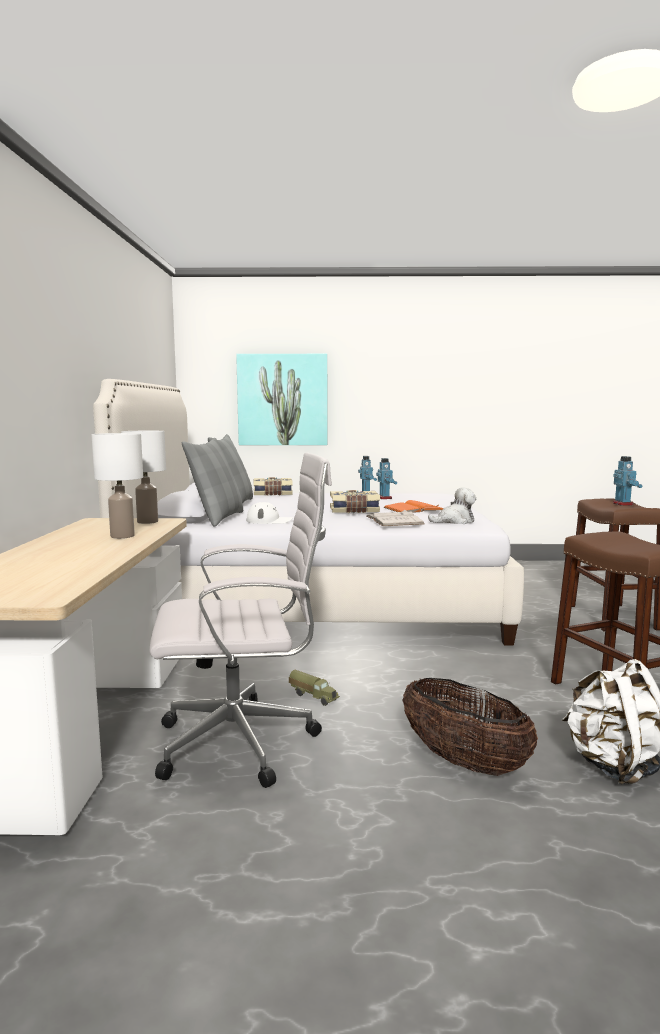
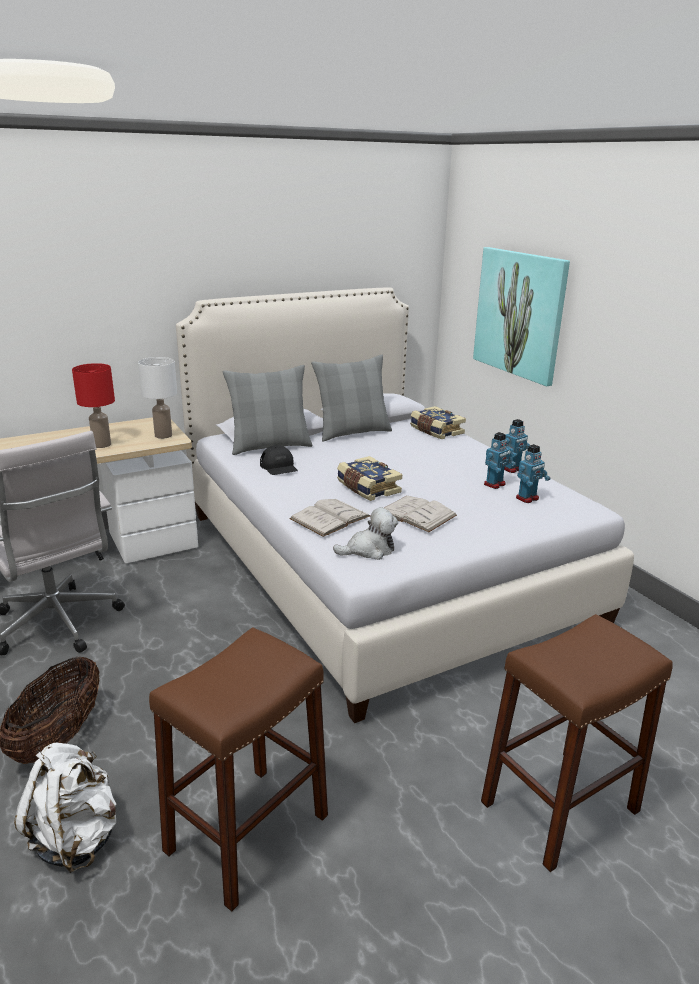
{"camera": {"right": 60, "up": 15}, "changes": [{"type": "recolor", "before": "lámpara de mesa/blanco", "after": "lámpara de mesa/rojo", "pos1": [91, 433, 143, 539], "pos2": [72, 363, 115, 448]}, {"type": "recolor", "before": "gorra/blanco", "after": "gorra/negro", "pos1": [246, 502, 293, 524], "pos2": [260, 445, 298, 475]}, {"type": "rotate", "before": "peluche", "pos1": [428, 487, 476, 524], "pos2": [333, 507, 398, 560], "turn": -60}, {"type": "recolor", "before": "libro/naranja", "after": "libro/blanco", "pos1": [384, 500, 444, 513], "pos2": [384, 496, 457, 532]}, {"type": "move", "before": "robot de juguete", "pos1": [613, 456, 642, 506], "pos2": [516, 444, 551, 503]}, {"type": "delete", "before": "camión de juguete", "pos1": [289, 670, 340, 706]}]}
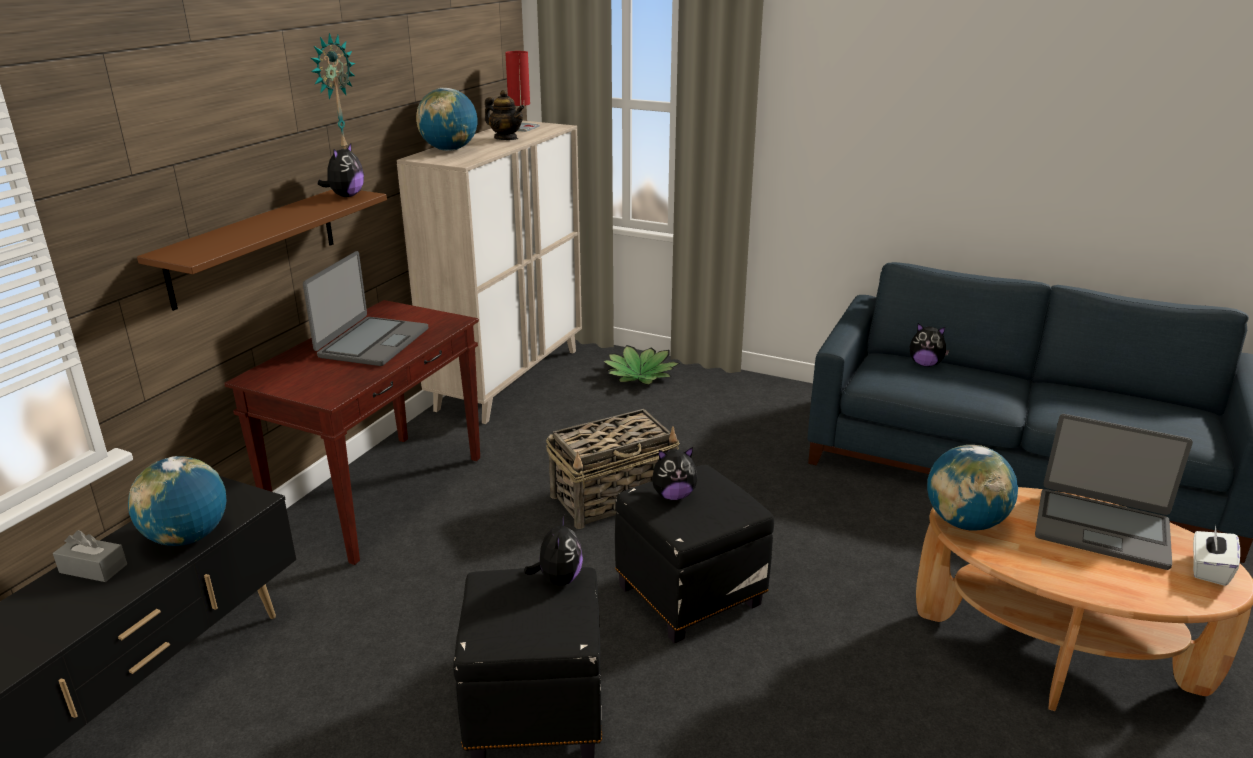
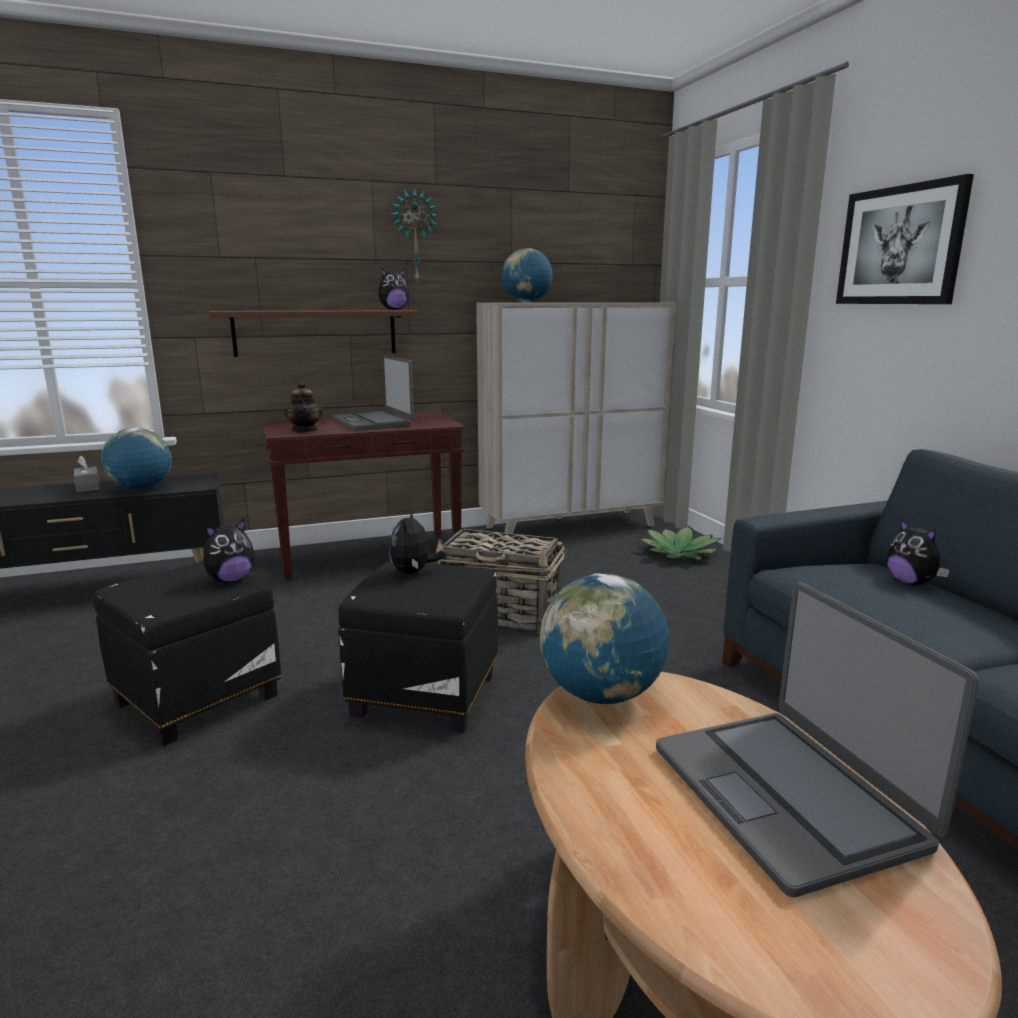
{"camera": {"right": 45, "up": -10}, "changes": [{"type": "move", "before": "tetera", "pos1": [485, 90, 525, 140], "pos2": [284, 381, 323, 432]}, {"type": "rotate", "before": "portátil", "pos1": [303, 251, 428, 366], "pos2": [332, 355, 414, 431], "turn": 90}, {"type": "rotate", "before": "peluche", "pos1": [652, 447, 697, 500], "pos2": [389, 509, 444, 574], "turn": 60}, {"type": "insert", "after": "cuadro", "pos2": [836, 174, 974, 304]}, {"type": "delete", "before": "lámpara de mesa/rojo", "pos1": [505, 51, 540, 132]}, {"type": "delete", "before": "caja de pañuelos/blanco", "pos1": [1193, 525, 1240, 586]}]}
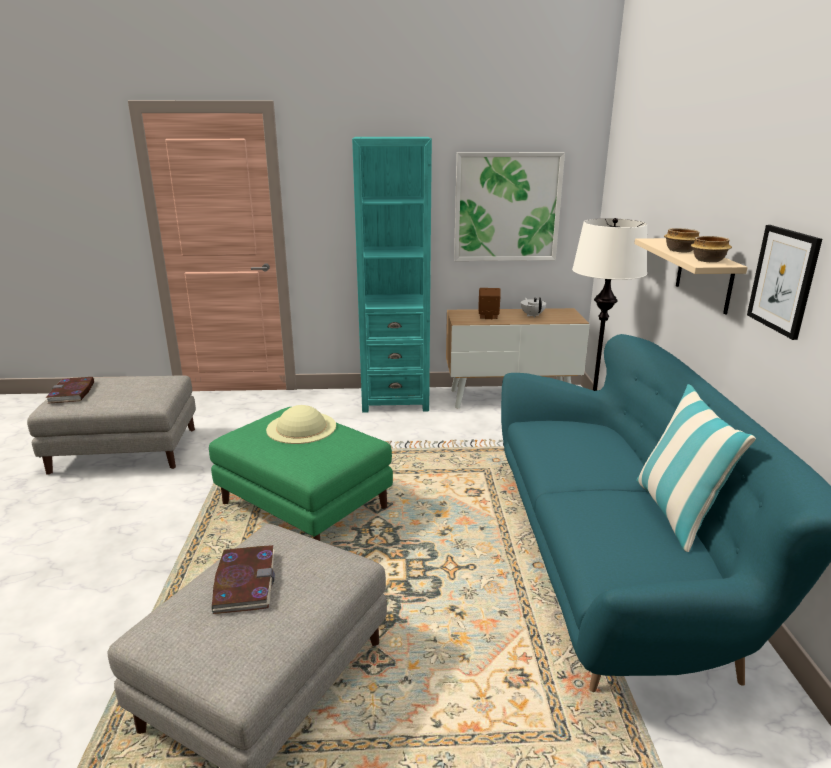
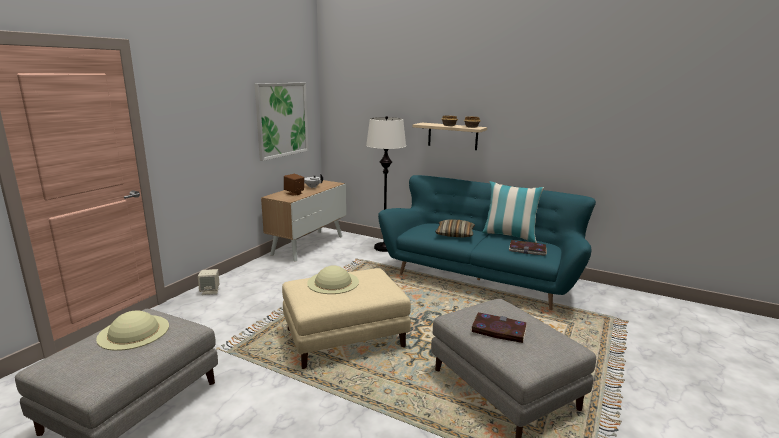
{"camera": {"right": -60, "up": -5}, "changes": [{"type": "insert", "after": "sombrero/beis", "pos2": [96, 311, 169, 351]}, {"type": "insert", "after": "altavoz/beis", "pos2": [198, 269, 219, 295]}, {"type": "recolor", "before": "puf/verde", "after": "puf/beis", "pos1": [209, 407, 393, 541], "pos2": [282, 268, 411, 369]}, {"type": "insert", "after": "cojín", "pos2": [435, 219, 475, 237]}, {"type": "move", "before": "libro", "pos1": [46, 377, 94, 404], "pos2": [509, 240, 547, 256]}, {"type": "delete", "before": "estantería/turquesa", "pos1": [352, 137, 432, 413]}, {"type": "delete", "before": "cuadro", "pos1": [747, 225, 822, 340]}]}
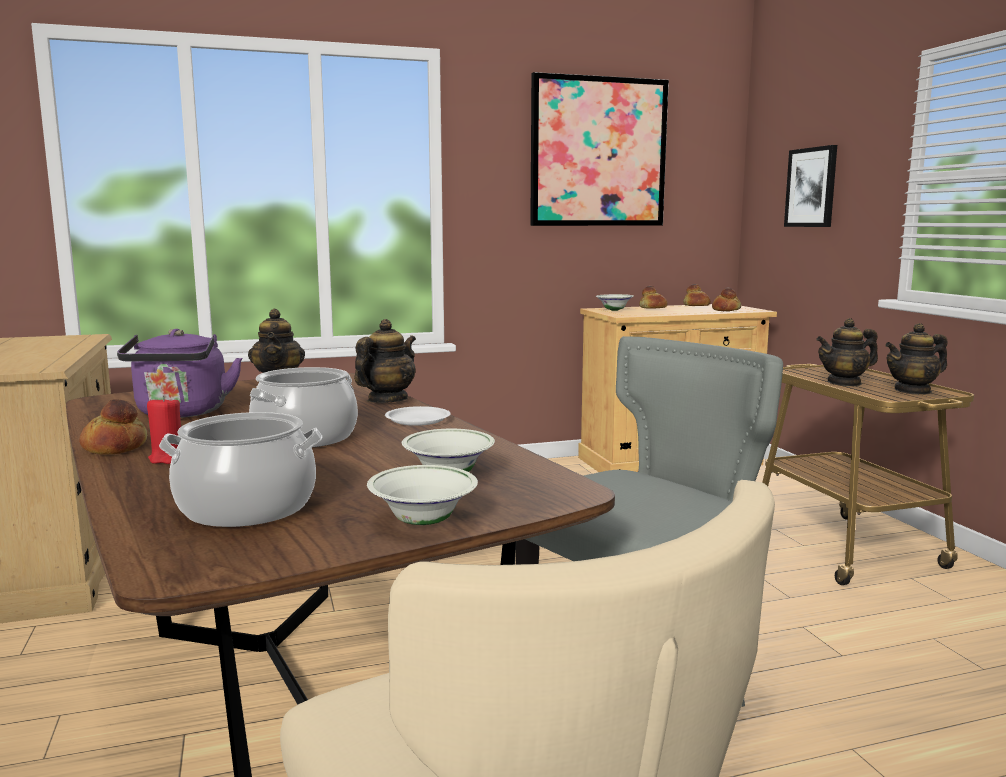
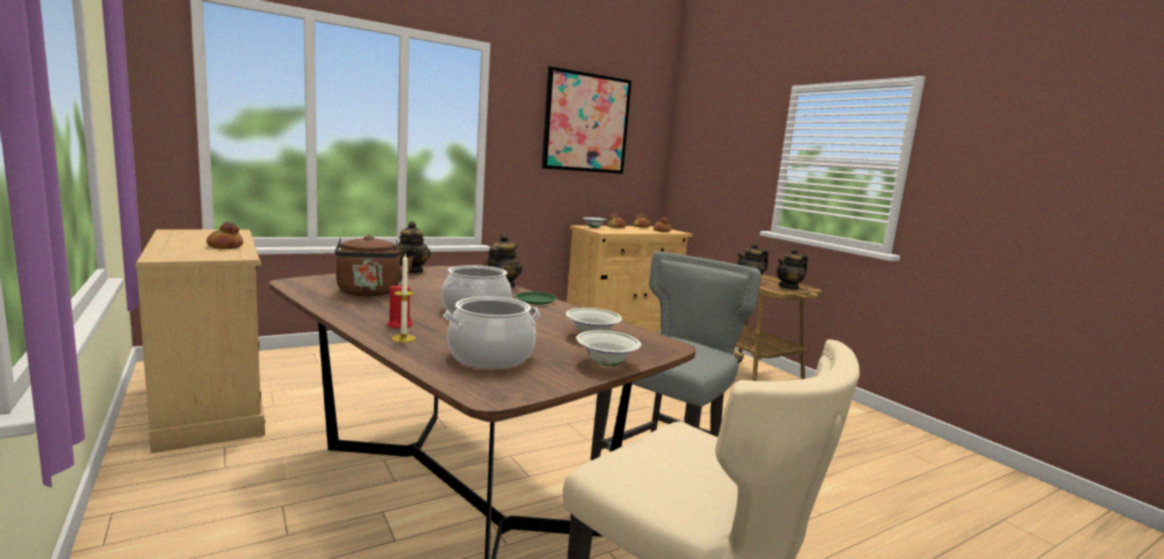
{"camera": {"right": -15, "up": 0}, "changes": [{"type": "move", "before": "pan", "pos1": [79, 399, 147, 455], "pos2": [206, 222, 243, 249]}, {"type": "recolor", "before": "hervidor/morado", "after": "hervidor/marrón", "pos1": [117, 329, 242, 418], "pos2": [335, 235, 414, 297]}, {"type": "insert", "after": "vela", "pos2": [392, 253, 416, 342]}, {"type": "recolor", "before": "plato/blanco", "after": "plato/verde", "pos1": [385, 406, 451, 426], "pos2": [515, 292, 557, 305]}, {"type": "delete", "before": "cuadro", "pos1": [784, 145, 837, 227]}]}
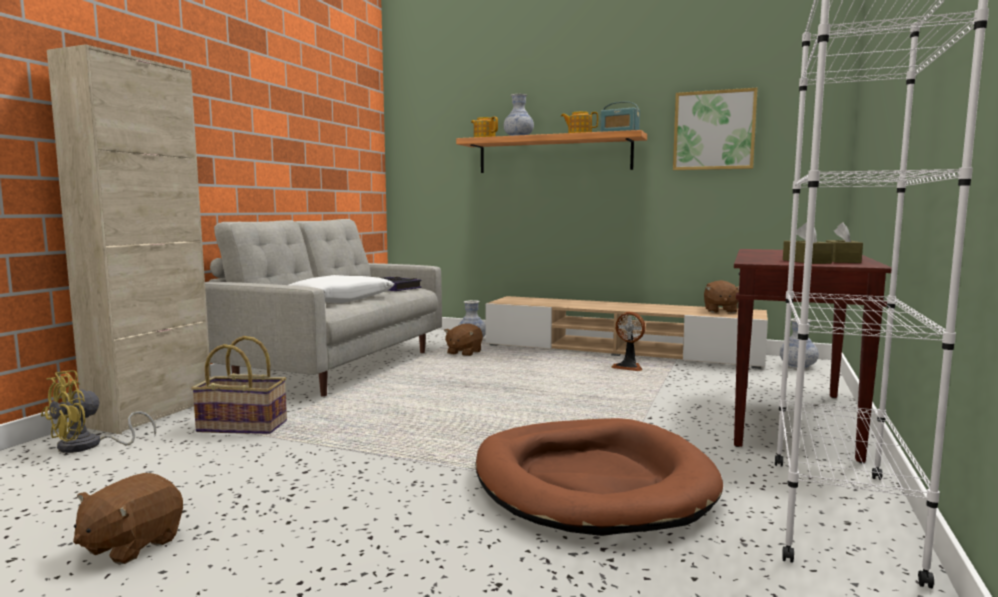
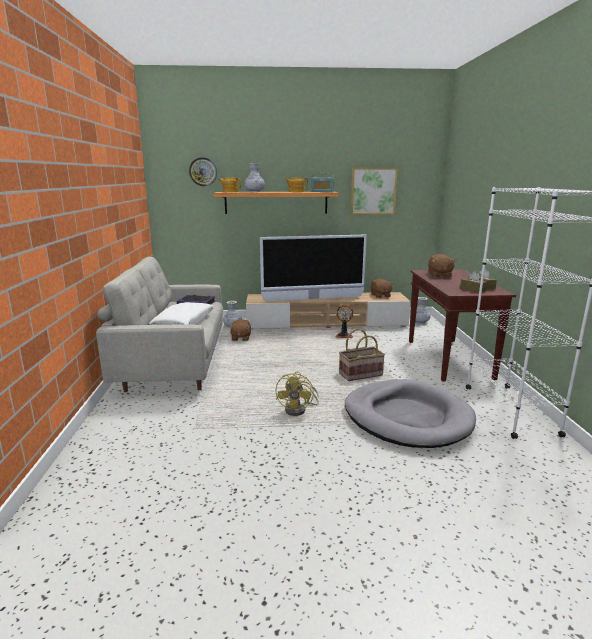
{"camera": {"right": -25, "up": 10}, "changes": [{"type": "insert", "after": "reloj de pared", "pos2": [189, 157, 217, 186]}, {"type": "insert", "after": "televisor", "pos2": [260, 235, 367, 302]}, {"type": "move", "before": "ventilador/amarillo", "pos1": [41, 370, 156, 453], "pos2": [276, 371, 319, 416]}, {"type": "move", "before": "cesta", "pos1": [191, 336, 287, 434], "pos2": [339, 329, 385, 381]}, {"type": "recolor", "before": "cama para perro/marrón", "after": "cama para perro/gris", "pos1": [475, 418, 723, 536], "pos2": [345, 379, 476, 448]}, {"type": "move", "before": "peluche/marrón", "pos1": [73, 473, 183, 565], "pos2": [428, 254, 456, 278]}, {"type": "delete", "before": "armario/beis", "pos1": [47, 44, 211, 434]}]}
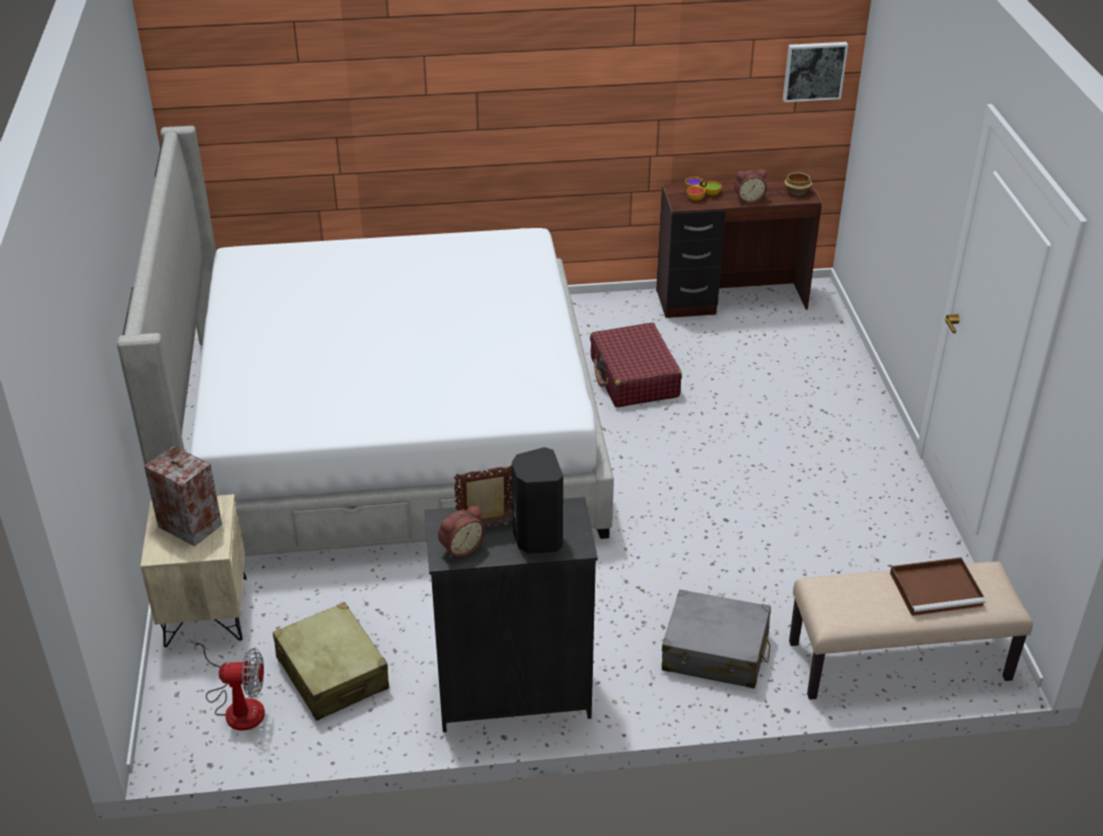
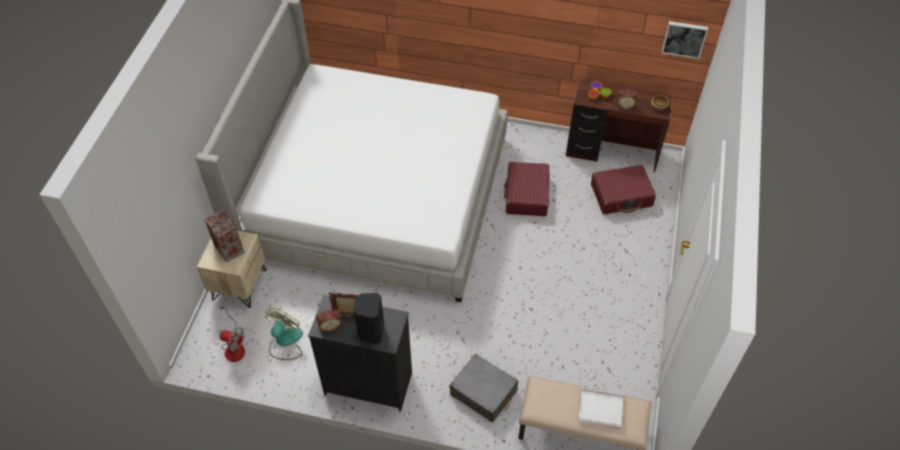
{"camera": {"right": 20, "up": 15}, "changes": [{"type": "replace", "before": "maleta/beis", "after": "ventilador", "pos1": [273, 602, 389, 721], "pos2": [265, 308, 303, 360]}, {"type": "recolor", "before": "bandeja/marrón", "after": "bandeja/blanco", "pos1": [890, 557, 986, 616], "pos2": [578, 388, 624, 429]}, {"type": "insert", "after": "maleta/rojo", "pos2": [591, 165, 656, 214]}]}
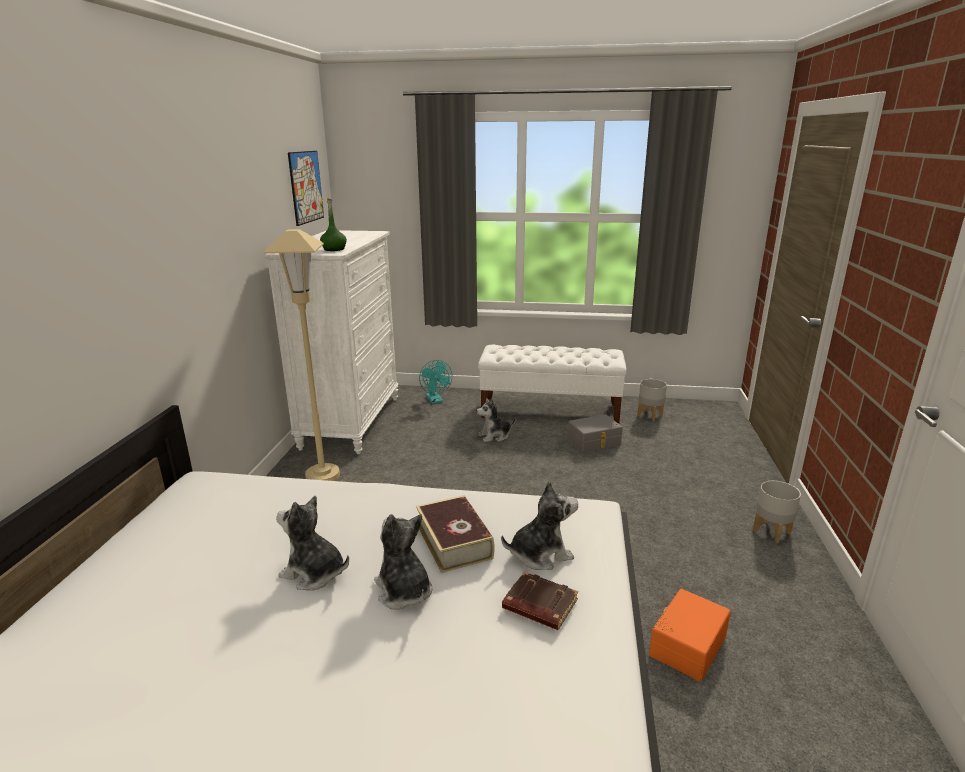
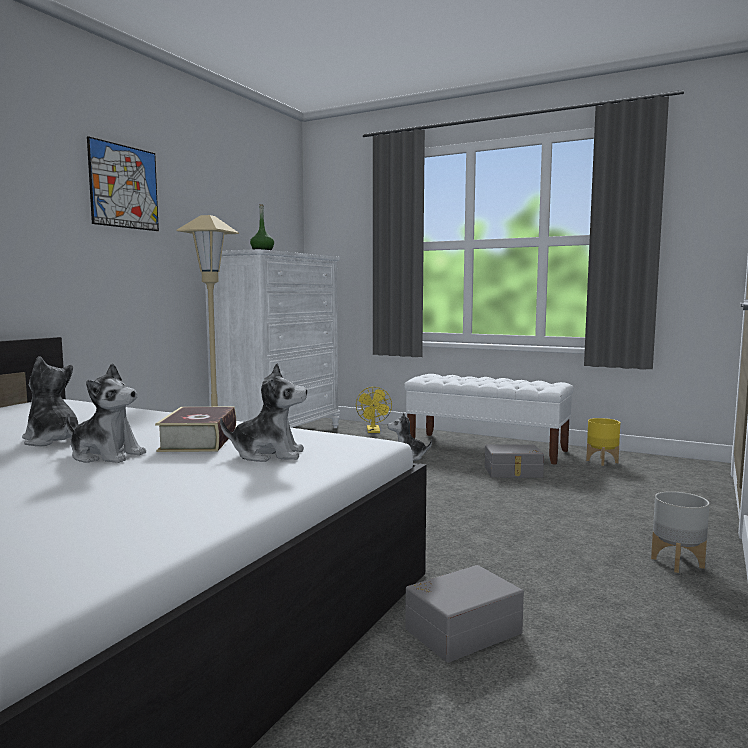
{"camera": {"right": 20, "up": -15}, "changes": [{"type": "rotate", "before": "peluche", "pos1": [374, 514, 432, 610], "pos2": [65, 363, 146, 463], "turn": 120}, {"type": "move", "before": "cuadro", "pos1": [288, 151, 324, 226], "pos2": [87, 136, 159, 231]}, {"type": "recolor", "before": "ventilador/turquesa", "after": "ventilador/amarillo", "pos1": [419, 360, 452, 404], "pos2": [356, 387, 392, 433]}, {"type": "recolor", "before": "caja de almacenaje/naranja", "after": "caja de almacenaje/gris", "pos1": [649, 589, 731, 682], "pos2": [405, 565, 524, 663]}, {"type": "recolor", "before": "maceta/gris", "after": "maceta/amarillo", "pos1": [638, 379, 667, 421], "pos2": [586, 418, 620, 466]}, {"type": "delete", "before": "libro/marrón", "pos1": [502, 572, 578, 630]}]}
